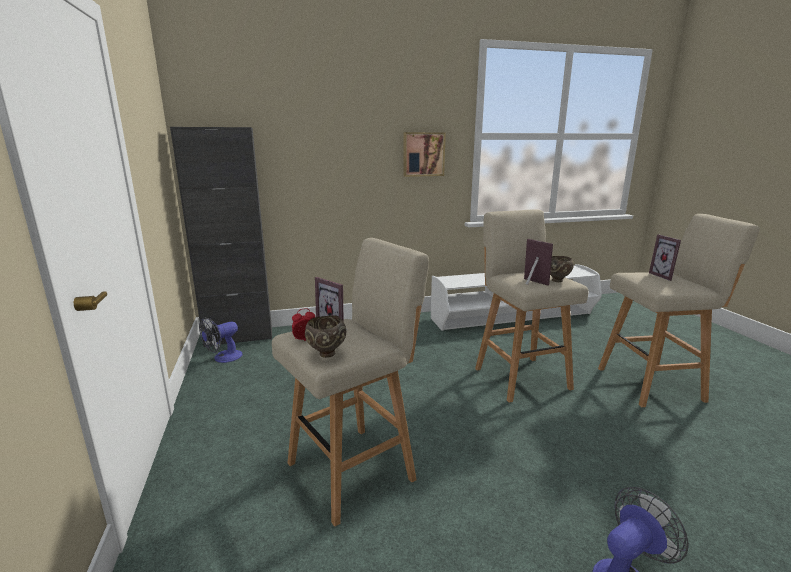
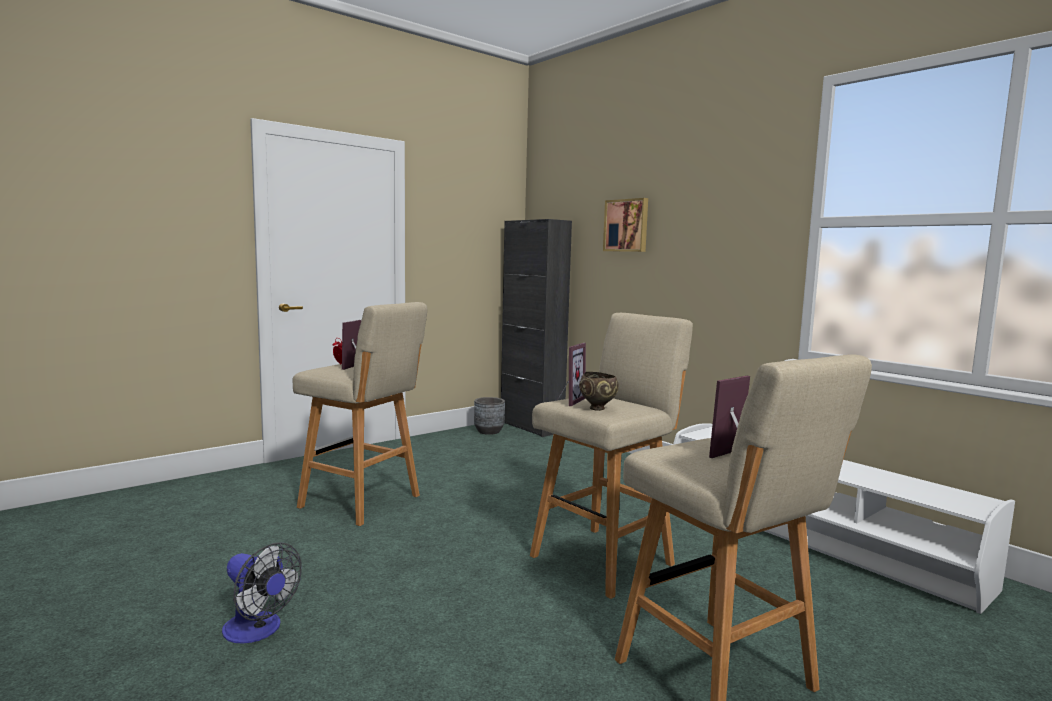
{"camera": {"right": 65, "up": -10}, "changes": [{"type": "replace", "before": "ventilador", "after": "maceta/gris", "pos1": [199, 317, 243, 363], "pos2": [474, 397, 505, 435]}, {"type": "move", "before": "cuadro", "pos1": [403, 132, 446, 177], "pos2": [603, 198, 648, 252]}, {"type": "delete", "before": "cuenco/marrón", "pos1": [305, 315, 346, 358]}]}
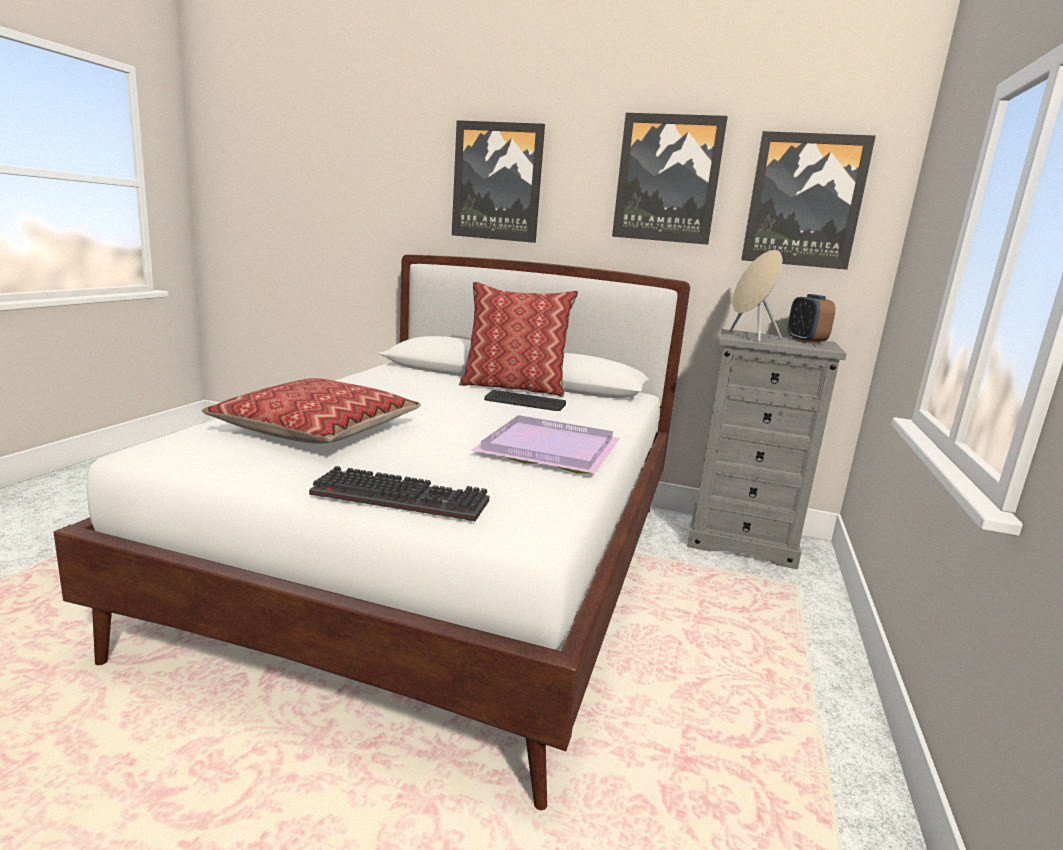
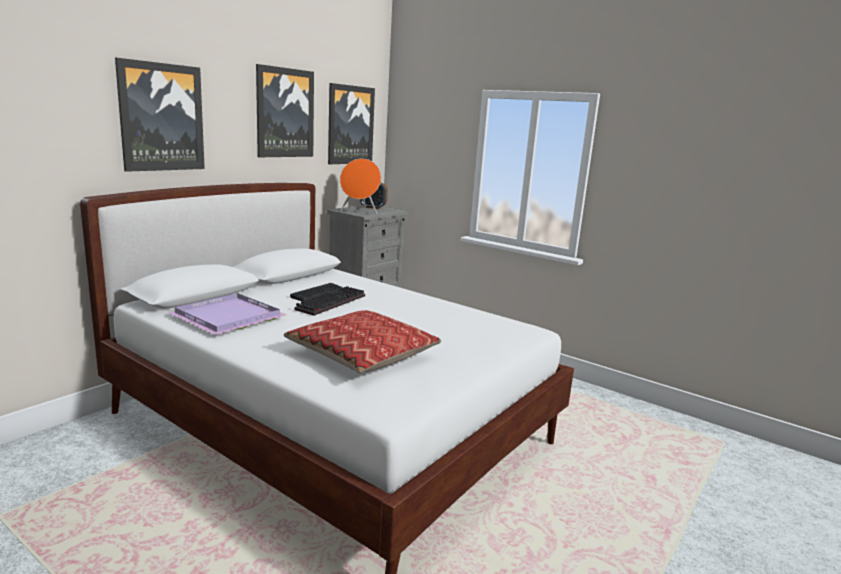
{"camera": {"right": -70, "up": 0}, "changes": [{"type": "move", "before": "bandeja/morado", "pos1": [471, 415, 620, 474], "pos2": [168, 293, 287, 335]}, {"type": "move", "before": "teclado", "pos1": [309, 466, 489, 521], "pos2": [295, 286, 365, 316]}, {"type": "recolor", "before": "altavoz/beis", "after": "altavoz/naranja", "pos1": [729, 250, 782, 342], "pos2": [340, 159, 381, 214]}, {"type": "delete", "before": "cojín", "pos1": [459, 282, 579, 397]}]}
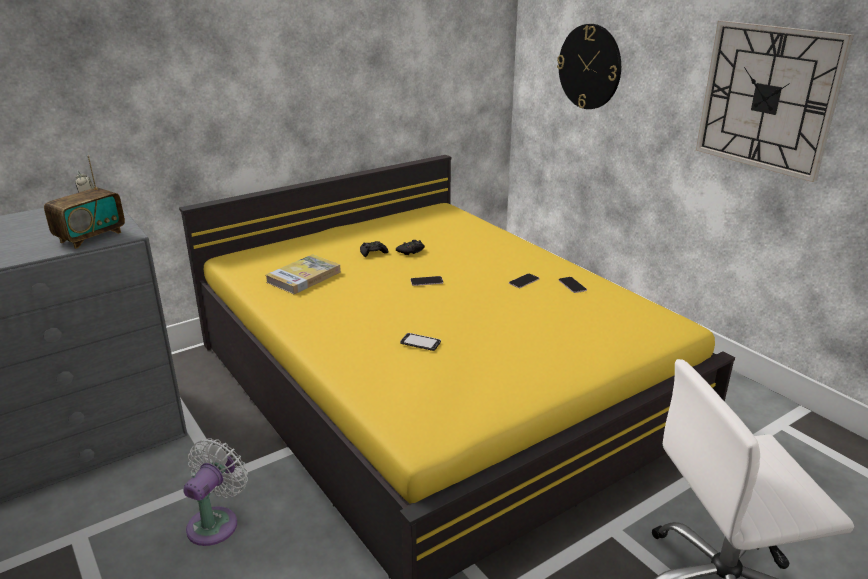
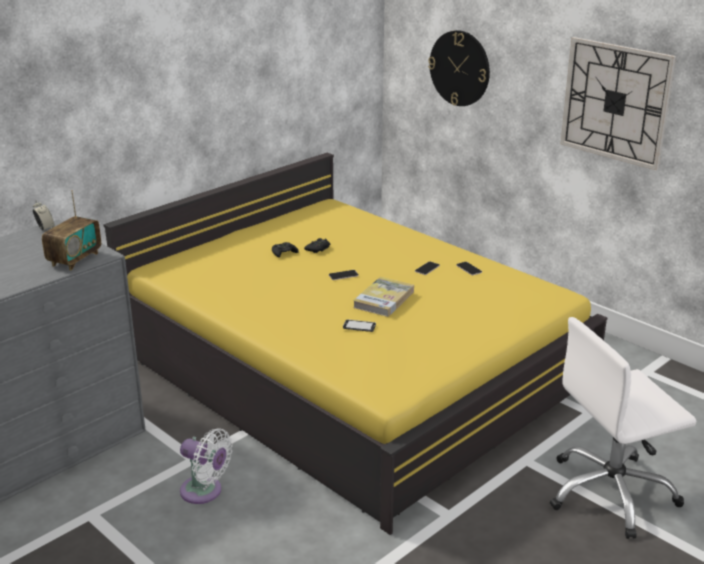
{"camera": {"right": -10, "up": 0}, "changes": [{"type": "rotate", "before": "ventilador/blanco", "pos1": [183, 438, 248, 546], "pos2": [180, 428, 232, 504], "turn": 105}, {"type": "move", "before": "libro", "pos1": [266, 254, 341, 294], "pos2": [353, 277, 414, 317]}]}
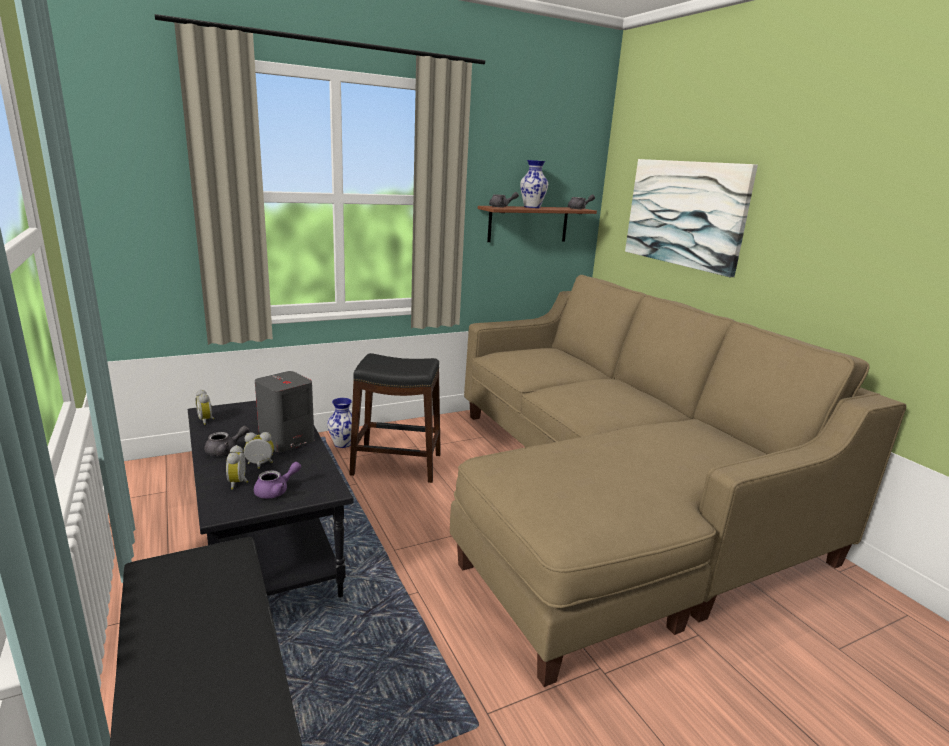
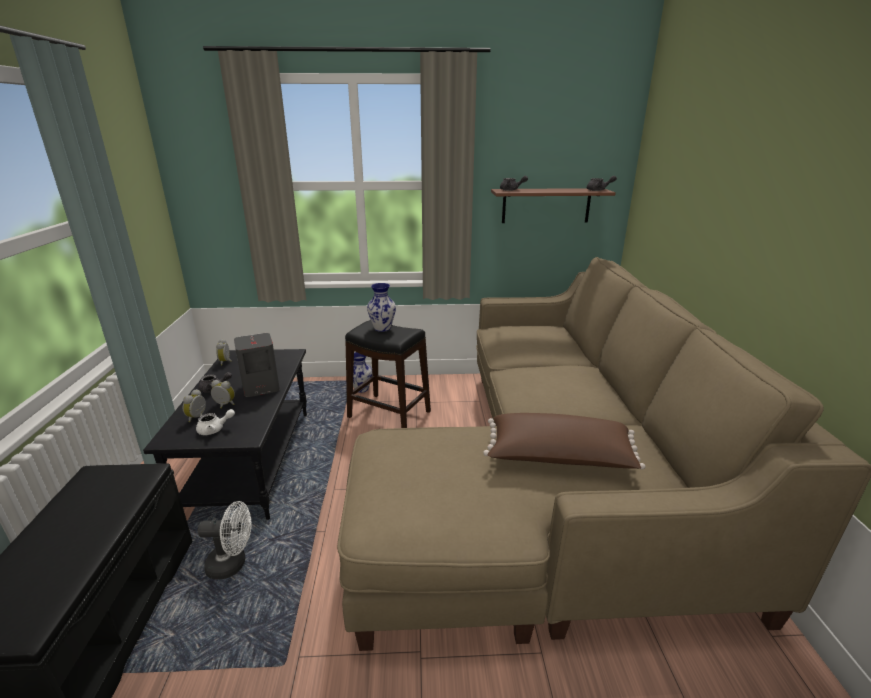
{"camera": {"right": 25, "up": 5}, "changes": [{"type": "recolor", "before": "tetera/morado", "after": "tetera/blanco", "pos1": [254, 462, 301, 499], "pos2": [196, 409, 235, 435]}, {"type": "insert", "after": "ventilador/blanco", "pos2": [198, 501, 252, 580]}, {"type": "move", "before": "florero", "pos1": [520, 160, 548, 208], "pos2": [367, 283, 396, 332]}, {"type": "insert", "after": "cojín/marrón", "pos2": [483, 413, 645, 470]}, {"type": "delete", "before": "cuadro", "pos1": [625, 159, 758, 277]}]}
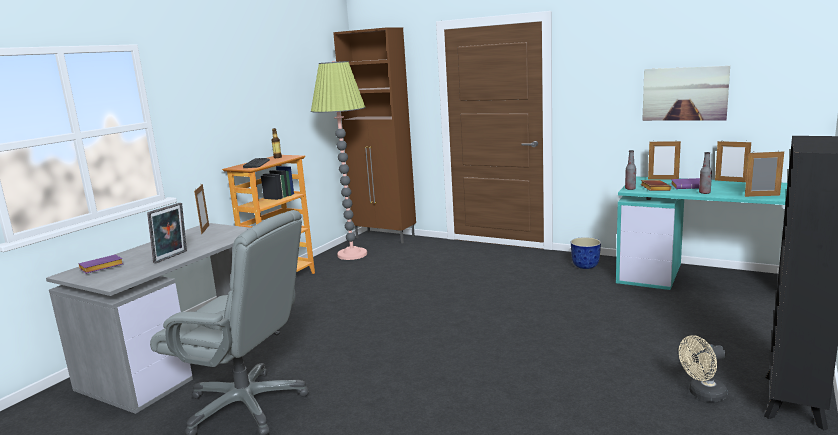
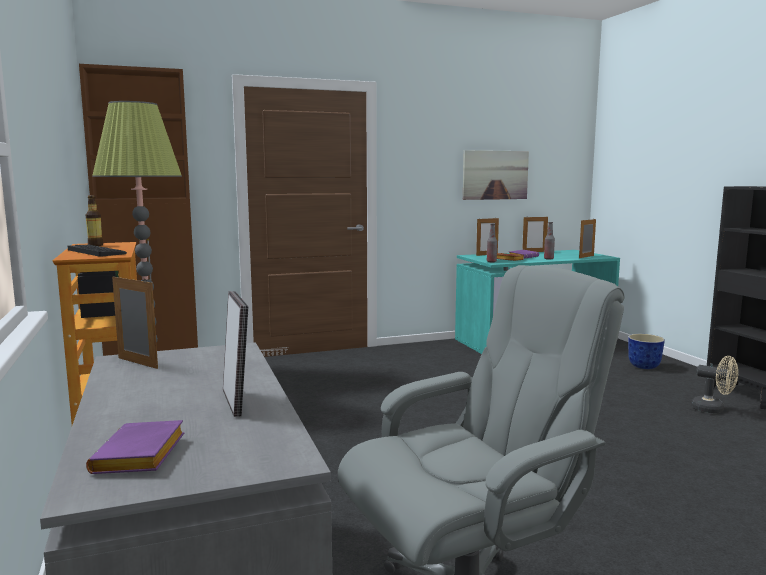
{"camera": {"right": -50, "up": -5}, "changes": [{"type": "move", "before": "maceta", "pos1": [571, 237, 601, 269], "pos2": [628, 334, 665, 369]}, {"type": "rotate", "before": "ventilador/beis", "pos1": [679, 335, 727, 402], "pos2": [691, 356, 738, 413], "turn": -75}]}
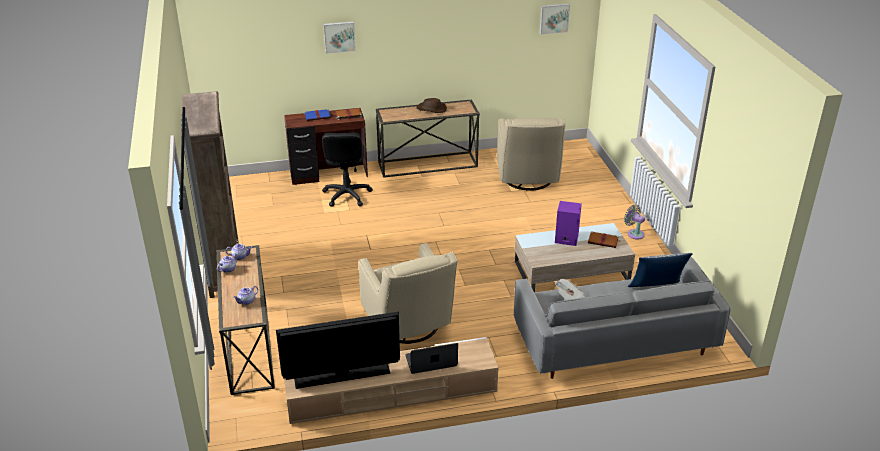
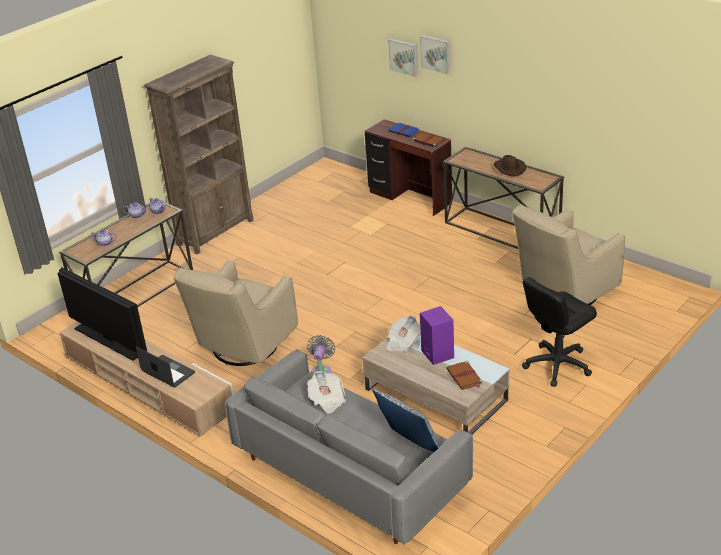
{"camera": {"right": 55, "up": 0}, "changes": [{"type": "move", "before": "ventilador/gris", "pos1": [624, 205, 645, 239], "pos2": [307, 335, 335, 374]}, {"type": "insert", "after": "periódico", "pos2": [387, 316, 421, 352]}, {"type": "move", "before": "cuadro", "pos1": [540, 3, 570, 34], "pos2": [388, 38, 418, 77]}, {"type": "move", "before": "silla de oficina/negro", "pos1": [322, 133, 373, 207], "pos2": [522, 277, 597, 387]}]}
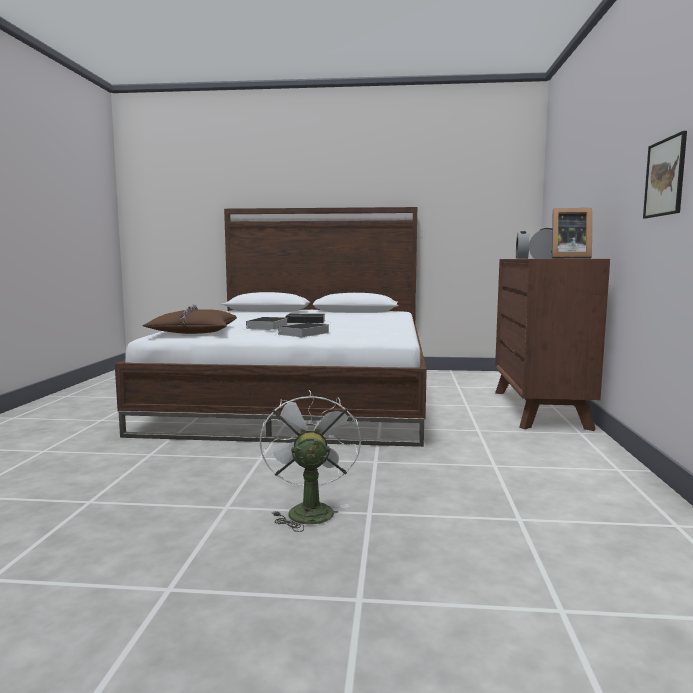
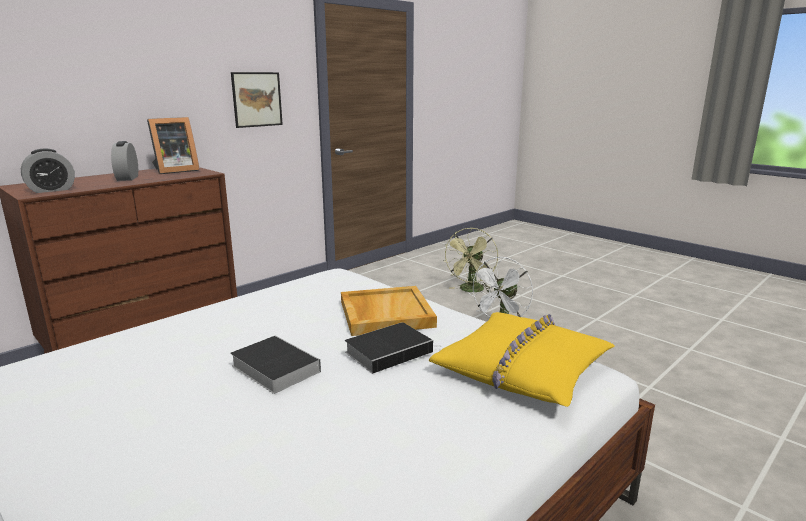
{"camera": {"right": -140, "up": 10}, "changes": [{"type": "rotate", "before": "portarretratos", "pos1": [551, 208, 592, 259], "pos2": [147, 117, 200, 174], "turn": 90}, {"type": "replace", "before": "libro", "after": "bandeja/beis", "pos1": [275, 323, 330, 337], "pos2": [341, 286, 437, 336]}, {"type": "recolor", "before": "cojín/marrón", "after": "cojín/amarillo", "pos1": [143, 304, 237, 334], "pos2": [429, 312, 615, 407]}, {"type": "insert", "after": "ventilador/verde", "pos2": [443, 228, 498, 292]}]}
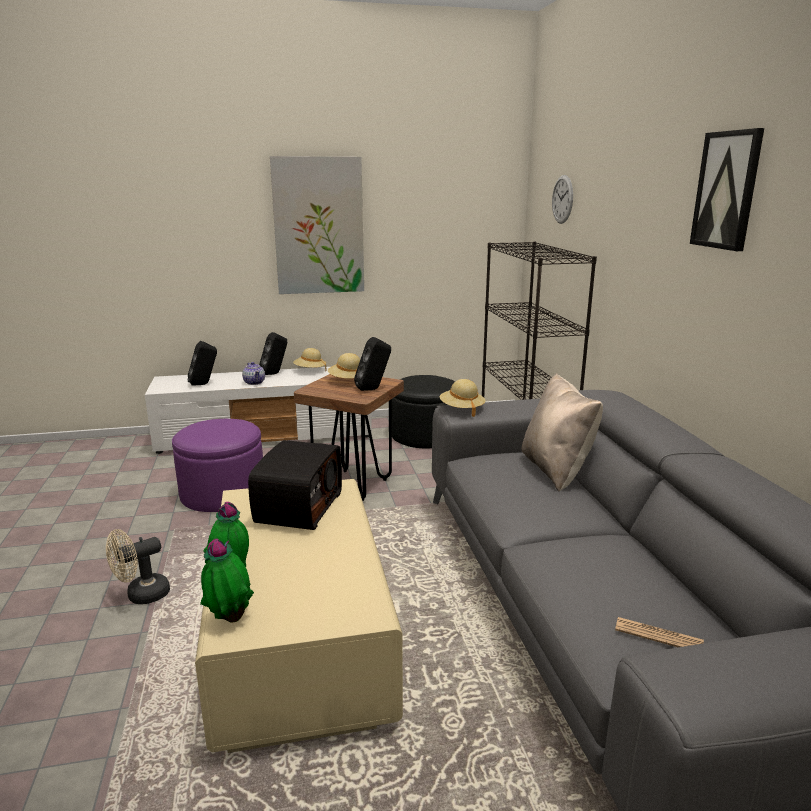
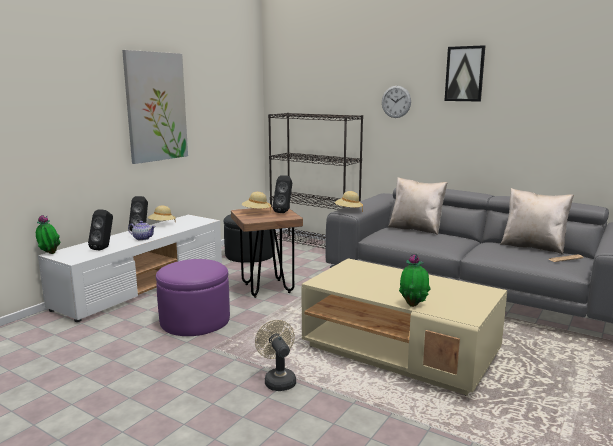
{"camera": {"right": -45, "up": -5}, "changes": [{"type": "move", "before": "planta en maceta", "pos1": [200, 538, 254, 622], "pos2": [36, 215, 60, 254]}, {"type": "rotate", "before": "ventilador/beis", "pos1": [106, 529, 170, 604], "pos2": [255, 320, 296, 391], "turn": 150}, {"type": "move", "before": "reloj de pared", "pos1": [552, 175, 573, 224], "pos2": [382, 86, 411, 118]}, {"type": "insert", "after": "cojín/beis", "pos2": [500, 188, 574, 255]}, {"type": "delete", "before": "radio", "pos1": [248, 440, 342, 530]}]}
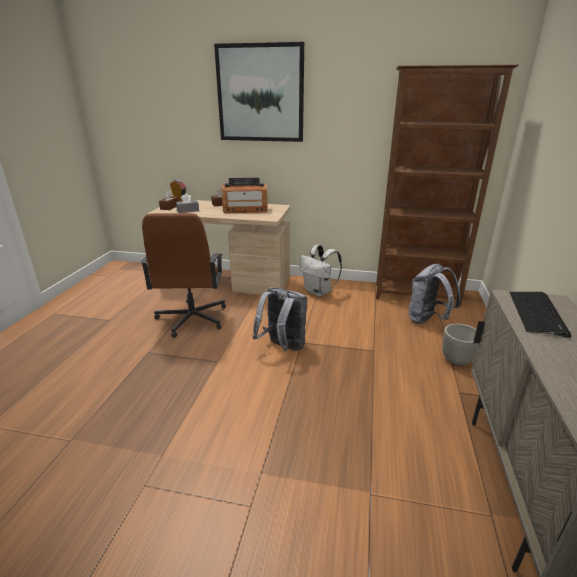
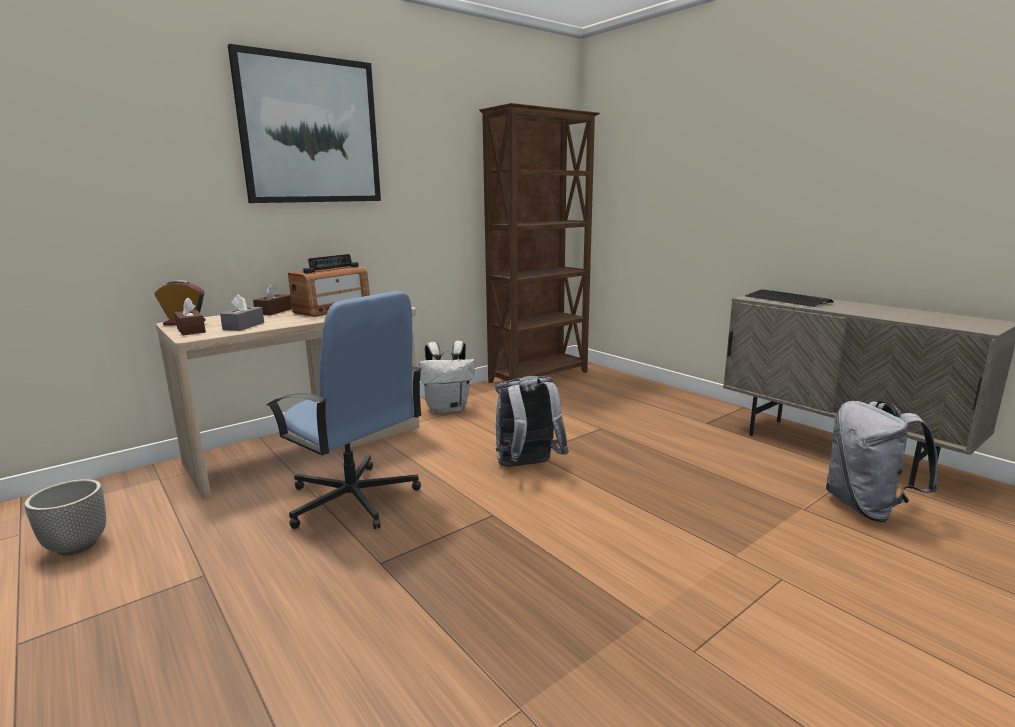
{"camera": {"right": -50, "up": -10}, "changes": [{"type": "move", "before": "maceta", "pos1": [442, 324, 478, 366], "pos2": [24, 479, 106, 555]}, {"type": "recolor", "before": "silla de oficina/marrón", "after": "silla de oficina/azul", "pos1": [141, 213, 226, 338], "pos2": [267, 291, 422, 529]}, {"type": "move", "before": "mochila/gris", "pos1": [409, 264, 460, 324], "pos2": [826, 400, 938, 523]}]}
